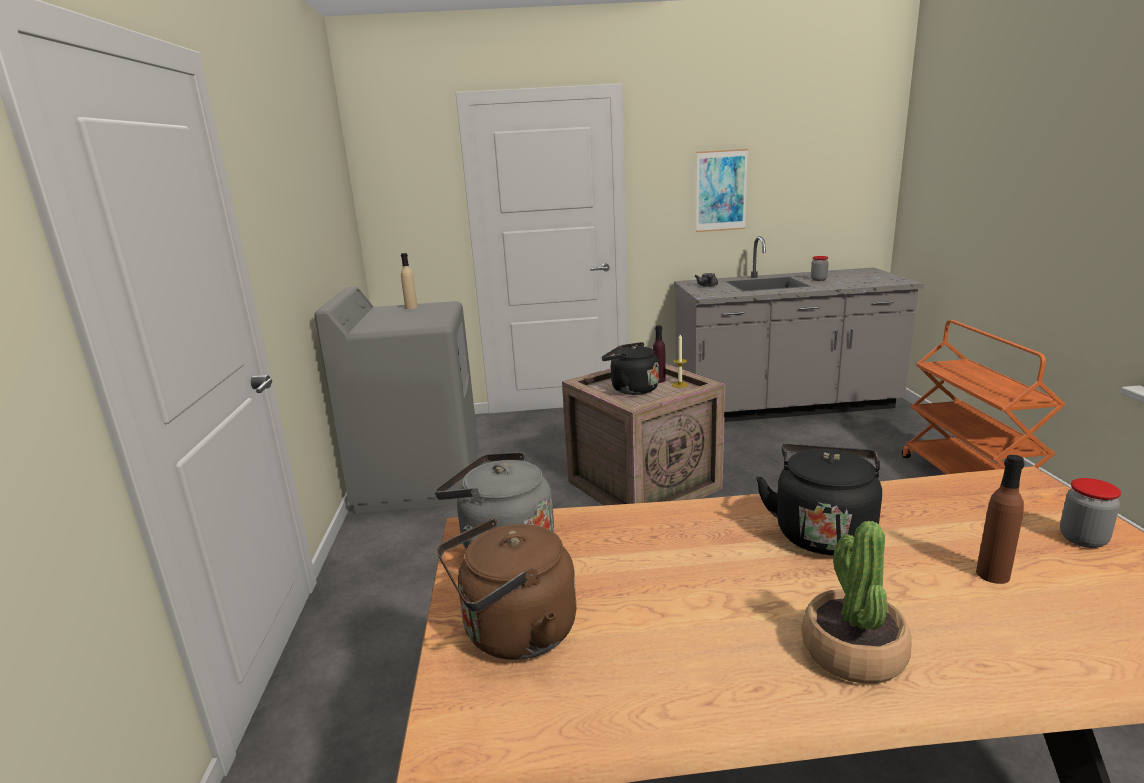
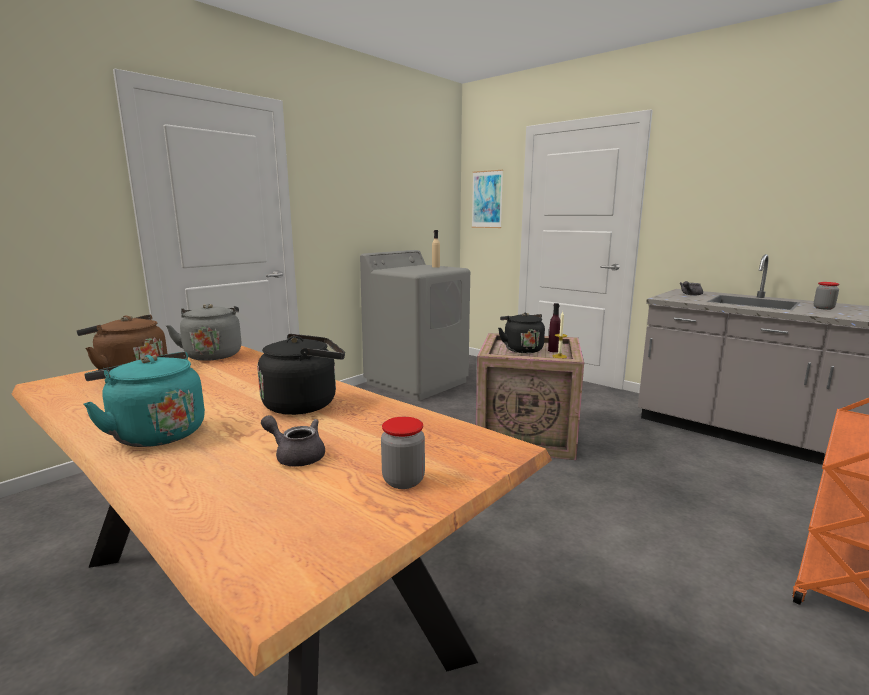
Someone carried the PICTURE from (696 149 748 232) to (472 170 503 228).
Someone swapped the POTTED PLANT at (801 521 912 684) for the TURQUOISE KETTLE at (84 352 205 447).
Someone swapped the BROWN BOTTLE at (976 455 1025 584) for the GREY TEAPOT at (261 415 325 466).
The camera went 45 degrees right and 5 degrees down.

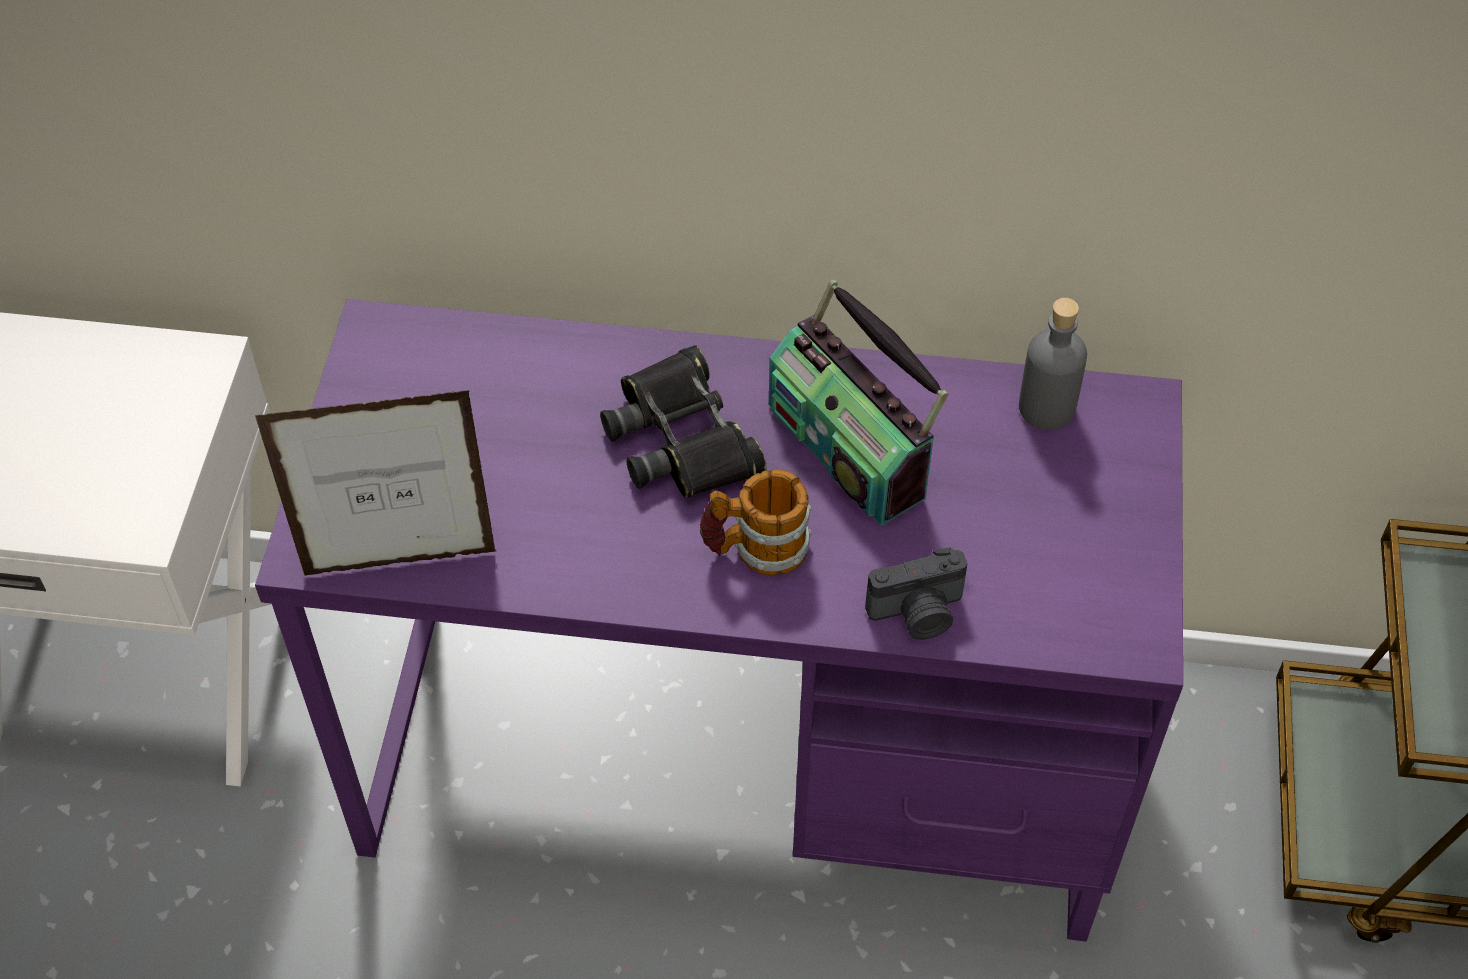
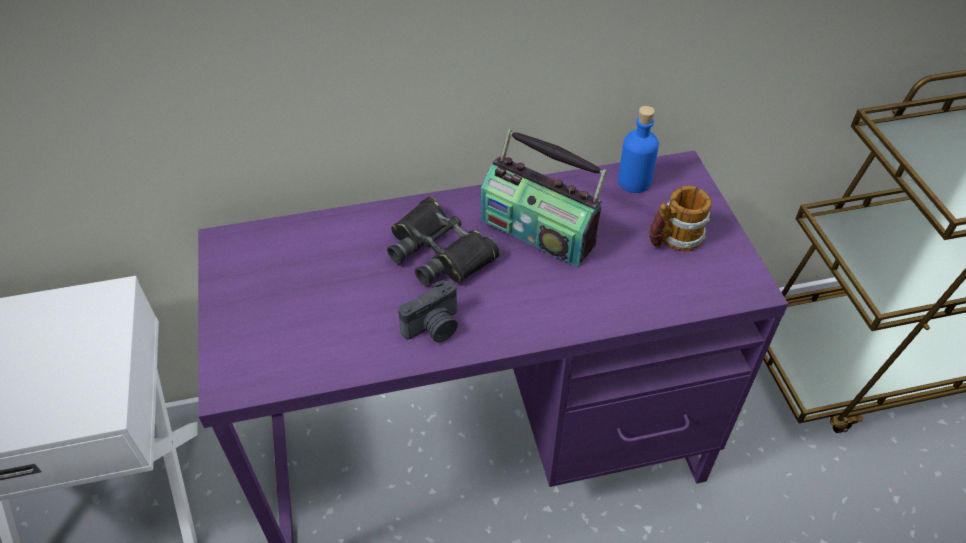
Someone took away the PICTURE FRAME at (255 390 497 576).
Someone carried the MUG from (700 469 812 575) to (649 186 712 252).
Someone carried the PHOTO CAMERA from (865 547 968 640) to (398 280 458 342).
Someone repainted the GREY BOTTLE at (1019 298 1087 430), which became the BLUE BOTTLE at (618 106 659 193).
The camera went 20 degrees left and 5 degrees down.

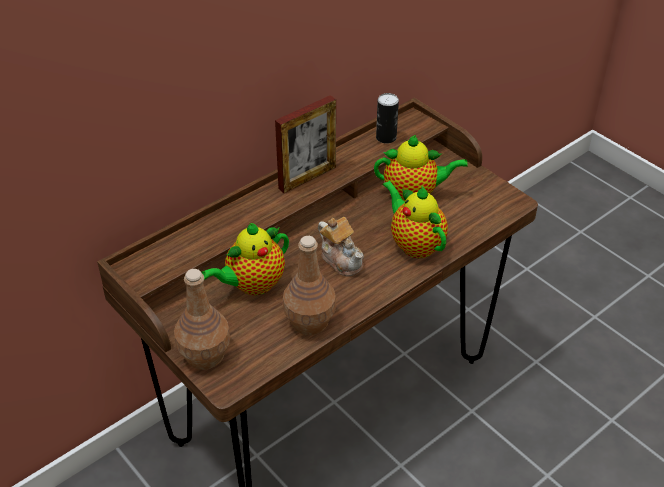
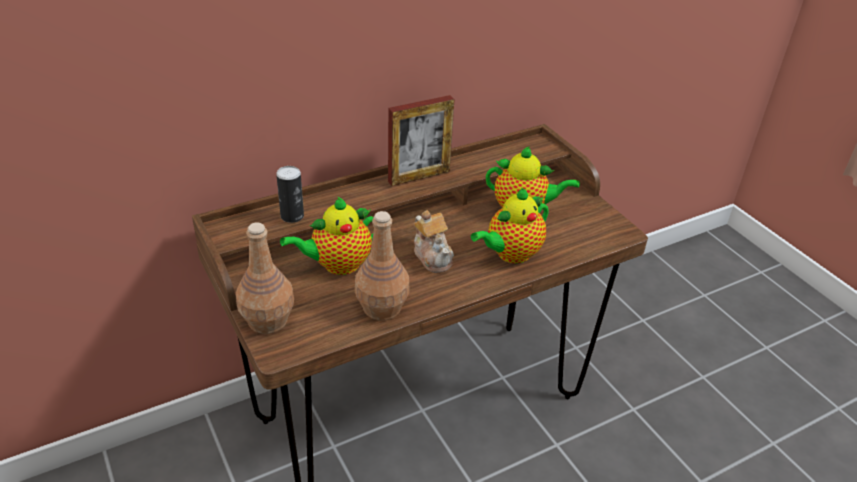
Someone carried the CAN from (376 93 399 144) to (276 166 304 223).
Someone rotated the TEAPOT at (382 180 448 258) by 105 degrees counterclockwise.
The camera went 10 degrees right and 5 degrees down.

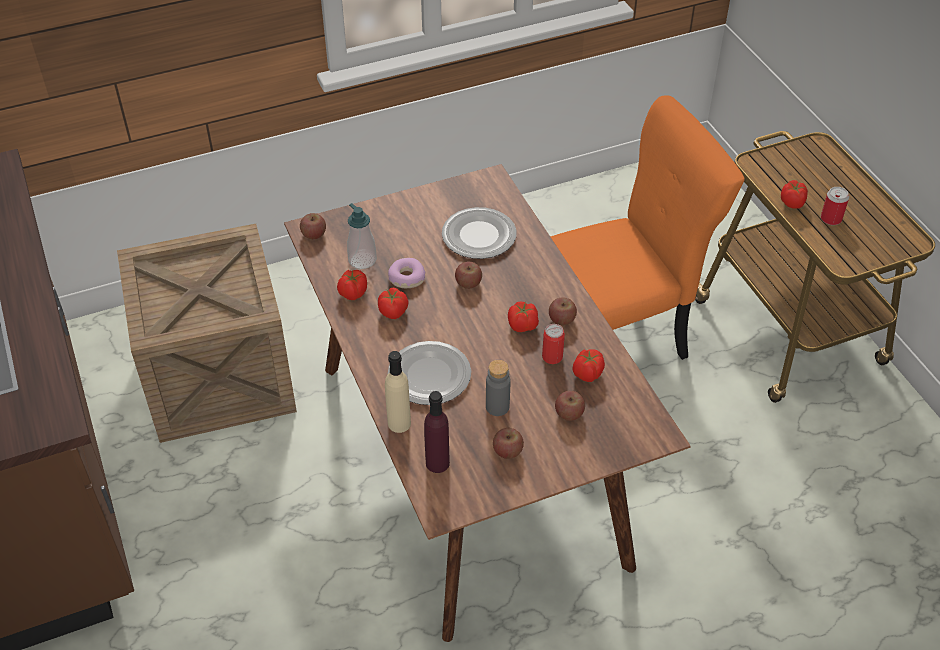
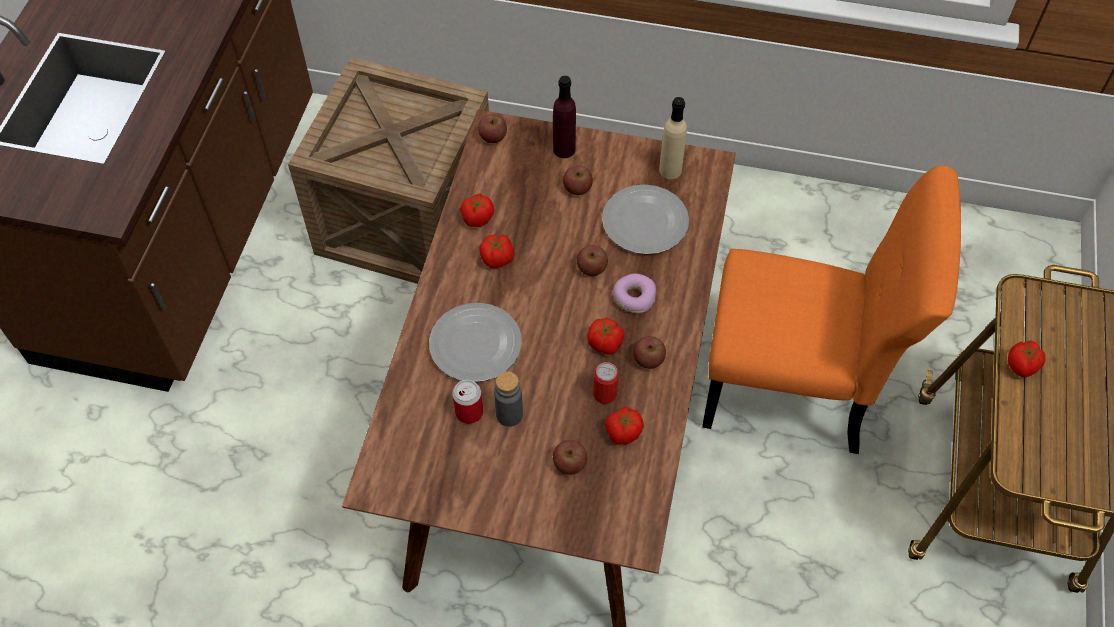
Someone took away the SOAP DISPENSER at (347 203 377 269).
Someone carried the BEIGE BOTTLE from (385 351 411 433) to (659 97 687 179).
Someone carried the DONUT from (388 258 425 288) to (613 274 656 313).
Someone carried the PURPLE BOTTLE from (424 391 450 473) to (553 76 576 158).
Someone carried the APPLE from (493 428 524 459) to (563 165 593 195).
Someone carried the CAN from (821 187 849 225) to (452 380 483 424).
The camera went 35 degrees right and 10 degrees up.

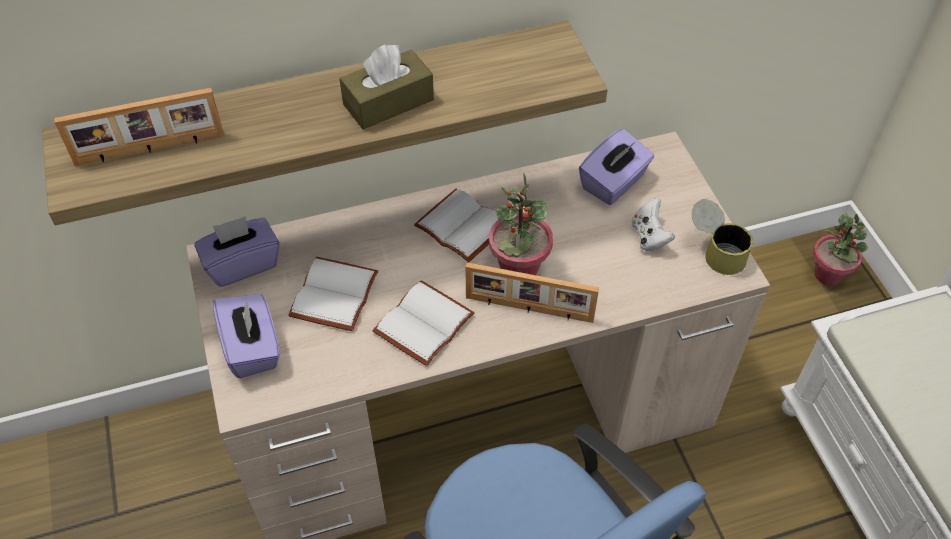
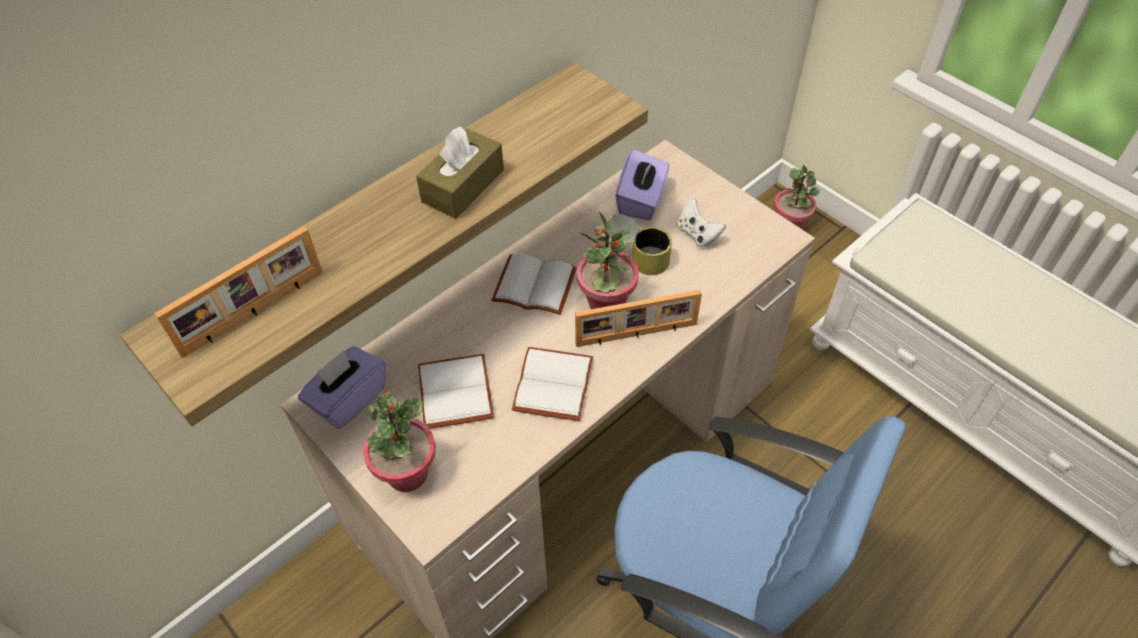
Someone swapped the PURPLE TISSUE BOX at (213 294 280 378) for the POTTED PLANT at (363 391 436 492).
Someone carried the CAN from (692 199 753 275) to (610 214 672 275).
The camera went 25 degrees left and 0 degrees up.

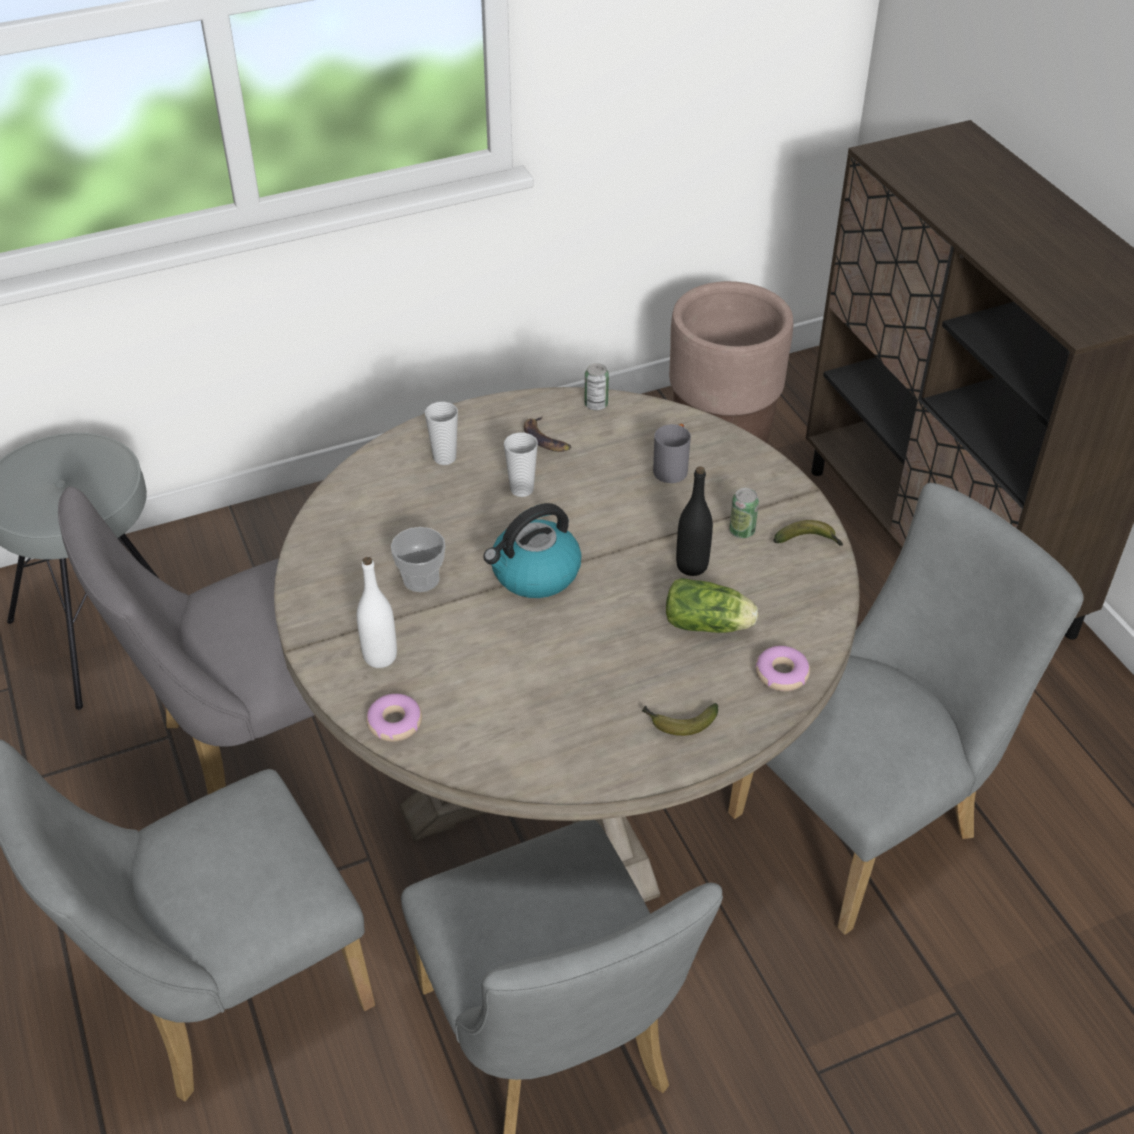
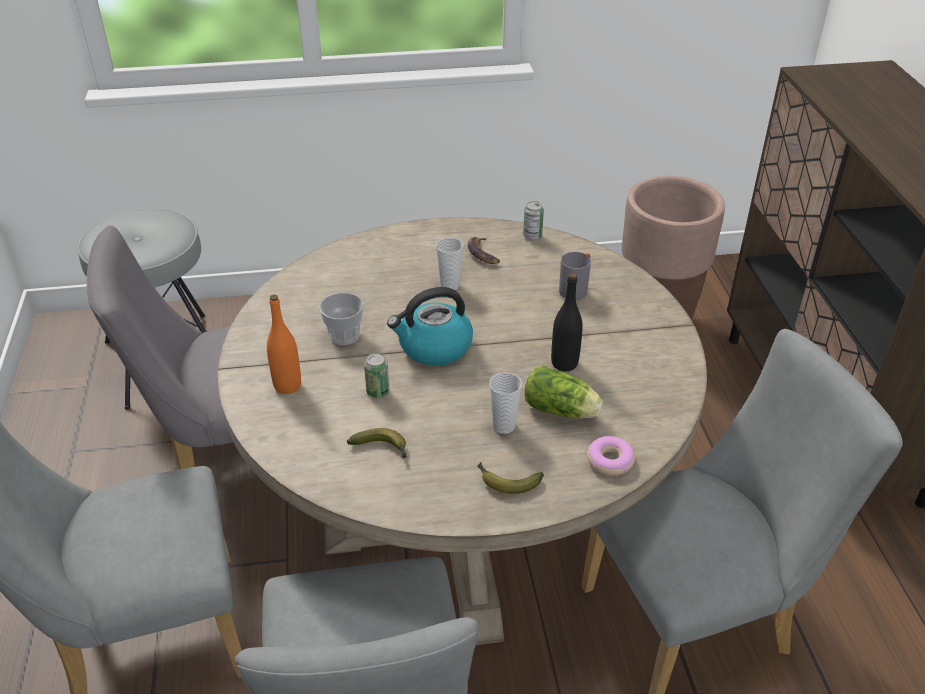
Someone repainted the WHITE BOTTLE at (357 557 397 668), which became the ORANGE BOTTLE at (267 295 301 394).
Someone took away the DONUT at (366 694 422 742).
Someone carried the CUP from (425 401 458 465) to (489 372 522 434).
Someone carried the CAN from (729 488 759 538) to (364 353 390 398).
Someone carried the BANANA from (773 520 843 546) to (347 428 407 458).
The camera went 15 degrees right and 5 degrees down.

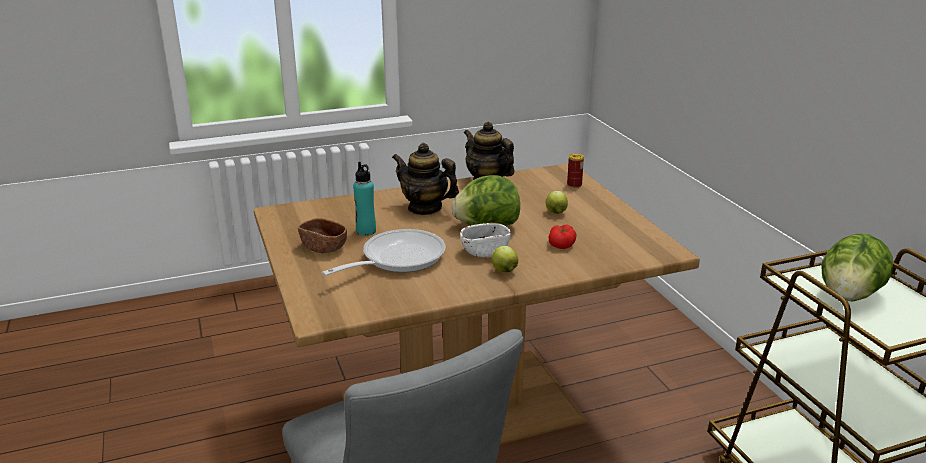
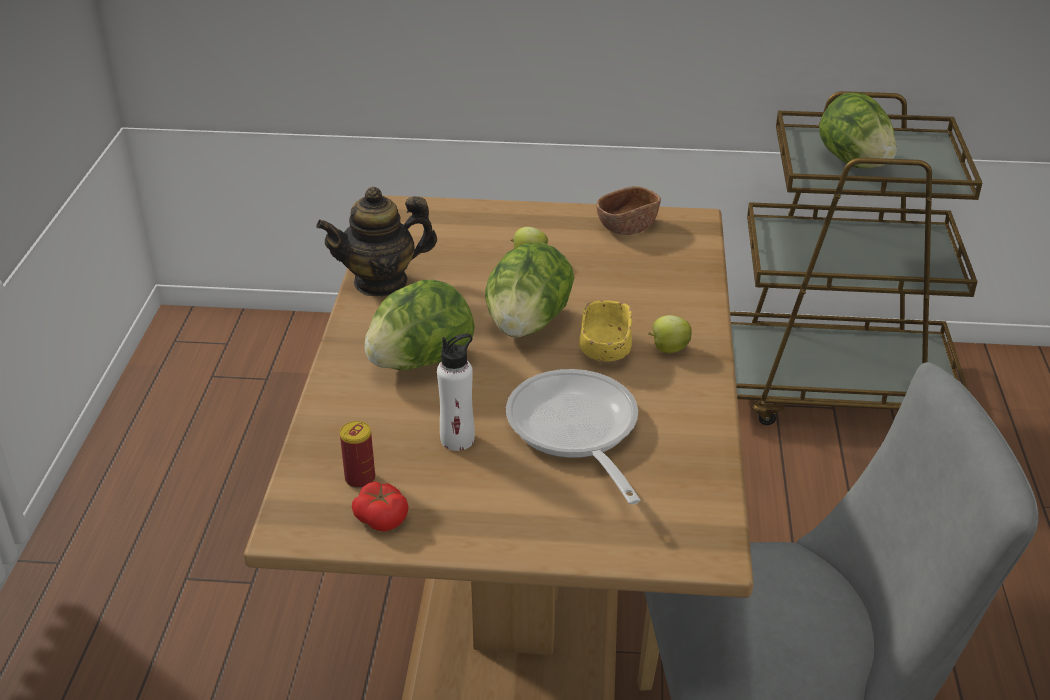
Someone carried the BROWN BOWL from (298 218 347 253) to (596 186 661 235).
Someone repainted the TURQUOISE BOTTLE at (353 162 376 236), which became the WHITE BOTTLE at (437 334 475 451).
Someone swapped the TEAPOT at (392 143 459 215) for the LETTUCE at (364 280 475 370).
Someone repainted the WHITE BOWL at (460 223 511 257), which became the YELLOW BOWL at (579 300 632 362).
Someone carried the TOMATO from (548 225 577 249) to (352 481 409 532).
Someone carried the CAN from (567 154 584 188) to (340 421 375 489).
The camera went 65 degrees left and 10 degrees up.

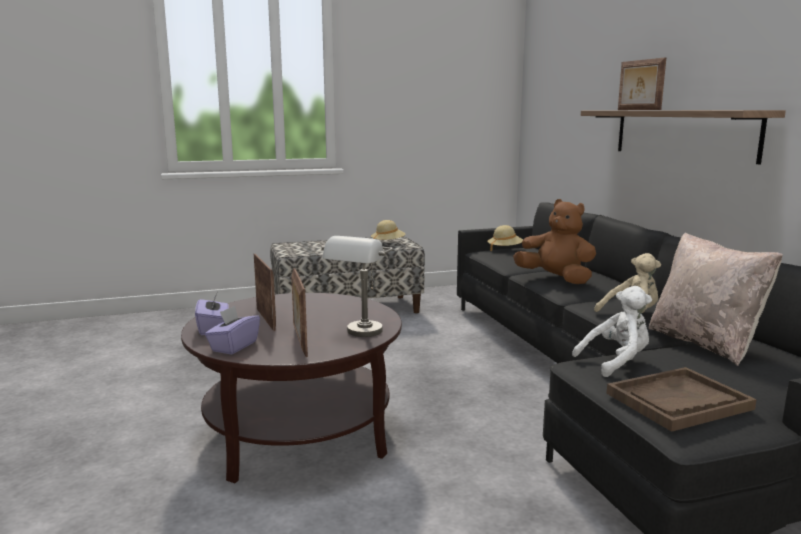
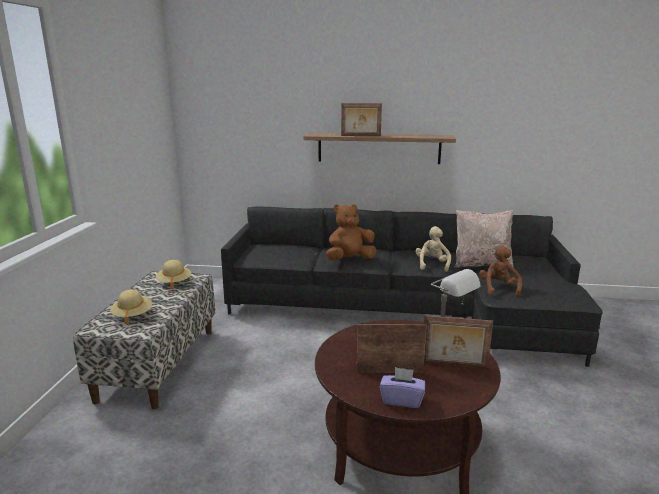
Someone took away the PURPLE TISSUE BOX at (205 306 260 355).
Someone carried the BEIGE HAT from (487 225 523 252) to (110 290 152 325).
Someone repainted the WHITE PLUSH TOY at (572 286 652 377), which became the BROWN PLUSH TOY at (479 246 522 297).
Someone took away the BROWN TRAY at (606 367 757 432).
The camera went 65 degrees left and 5 degrees up.

